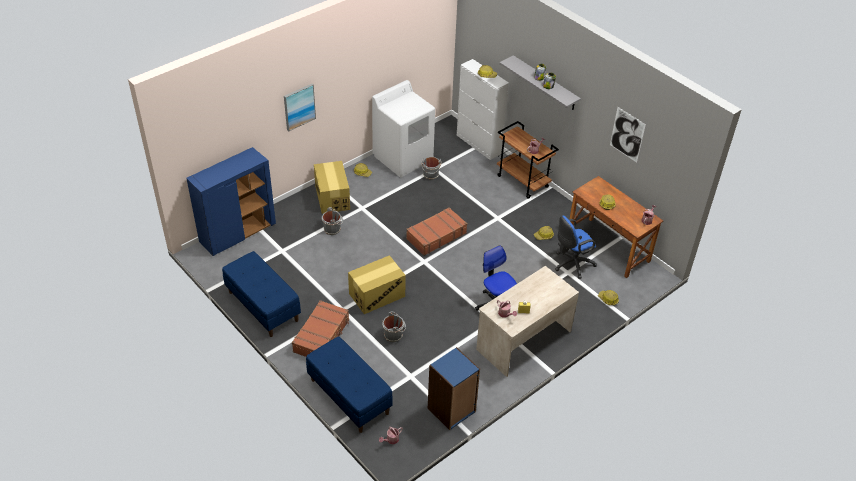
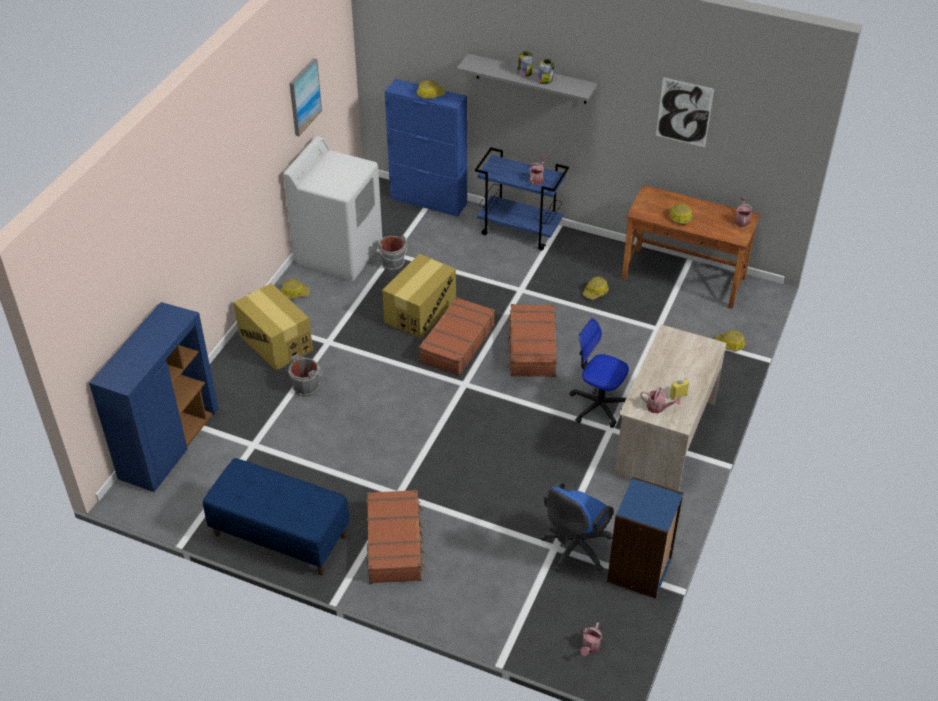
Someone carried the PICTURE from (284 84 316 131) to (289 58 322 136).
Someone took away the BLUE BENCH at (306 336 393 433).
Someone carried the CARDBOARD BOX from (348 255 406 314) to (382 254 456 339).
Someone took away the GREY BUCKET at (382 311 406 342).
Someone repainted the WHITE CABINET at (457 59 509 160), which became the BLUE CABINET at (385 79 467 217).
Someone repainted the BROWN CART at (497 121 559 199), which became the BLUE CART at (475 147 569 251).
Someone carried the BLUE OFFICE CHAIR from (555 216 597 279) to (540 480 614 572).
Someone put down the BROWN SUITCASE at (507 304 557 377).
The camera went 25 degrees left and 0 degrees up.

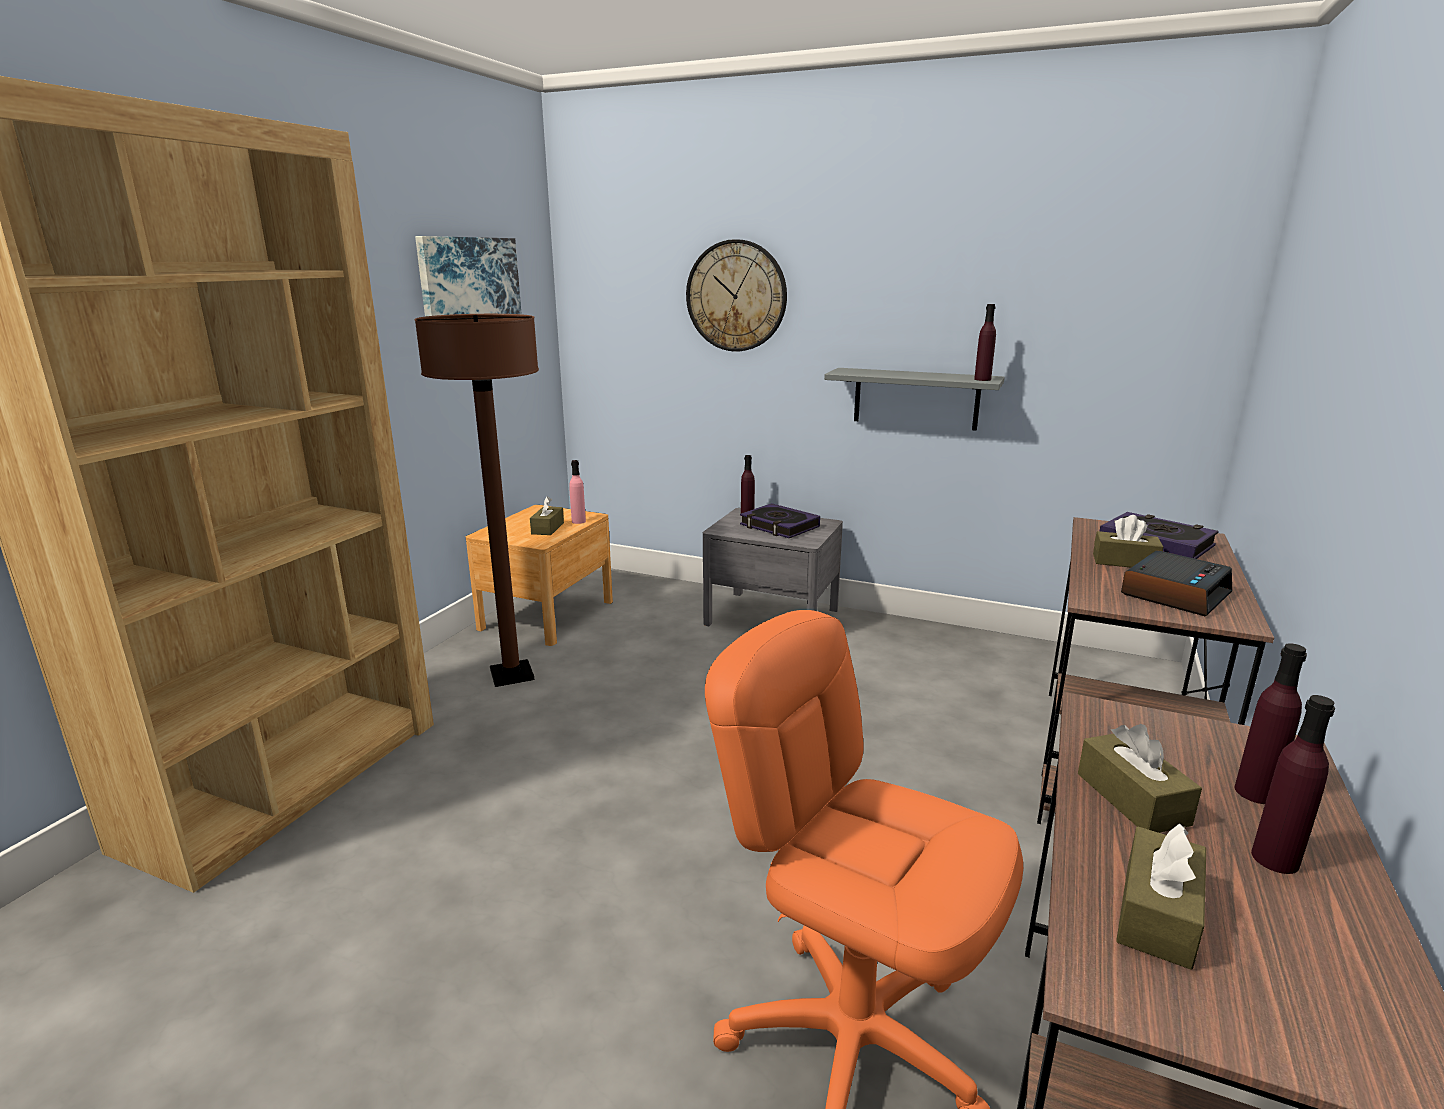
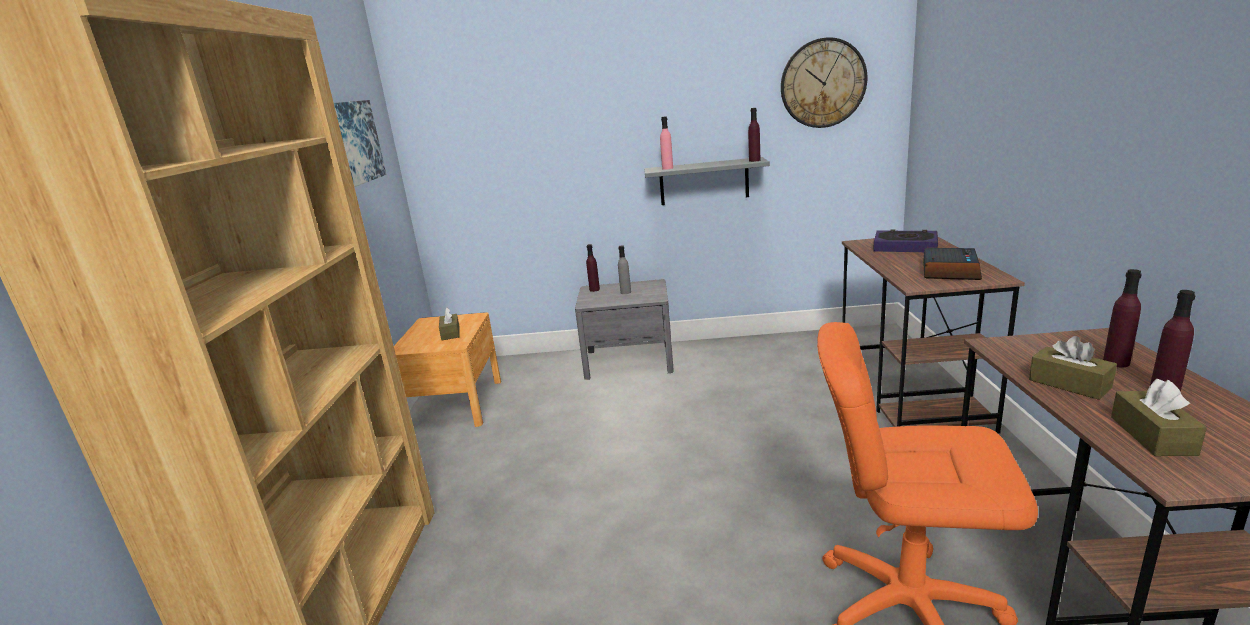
Someone took away the BROWN FLOOR LAMP at (415 314 539 687).
Someone carried the PINK BOTTLE from (569 460 586 524) to (660 116 673 170).
Someone carried the WALL CLOCK from (686 239 787 352) to (781 37 868 128).
Someone swapped the BOOK at (740 503 820 538) for the GREY BOTTLE at (618 246 631 294).
Someone took away the BROWN TISSUE BOX at (1093 515 1163 568).
The camera went 20 degrees left and 0 degrees up.

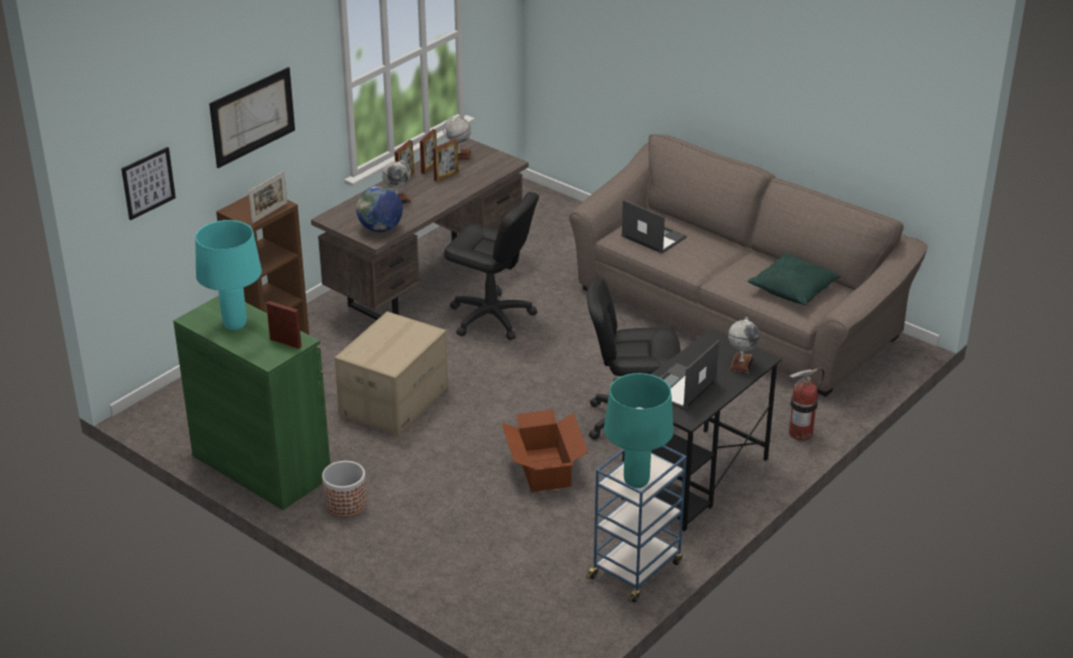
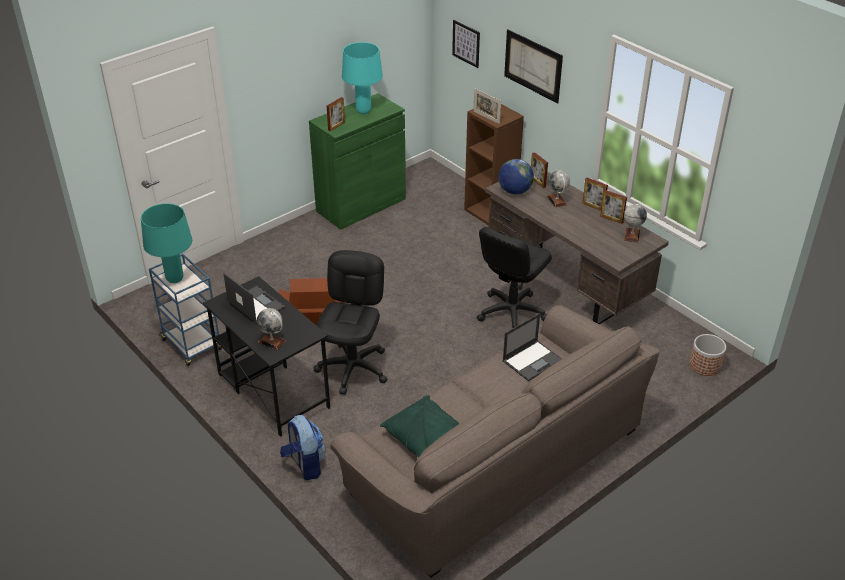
Someone carried the PLANTER from (322 461 367 517) to (690 334 726 376).
Someone took away the CARDBOARD BOX at (335 311 448 436).
Someone carried the PICTURE FRAME from (433 139 459 182) to (531 152 548 188).
Someone swapped the FIRE EXTINGUISHER at (789 368 825 441) for the BACKPACK at (280 415 326 480).
The camera went 100 degrees right and 5 degrees up.

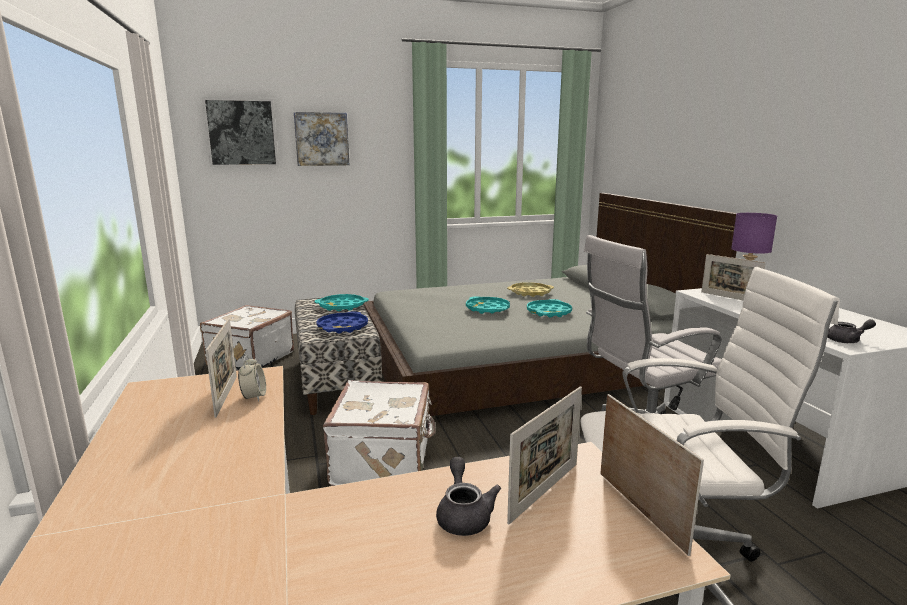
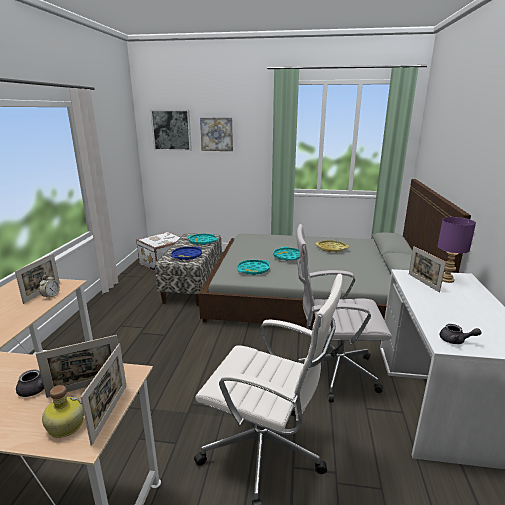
Someone took away the WHITE SUITCASE at (323 380 436 486).
Someone carried the TURQUOISE TRAY from (527 299 572 318) to (237 260 270 275).
Someone put down the BOTTLE at (42 385 84 438).
The camera went 25 degrees right and 5 degrees up.

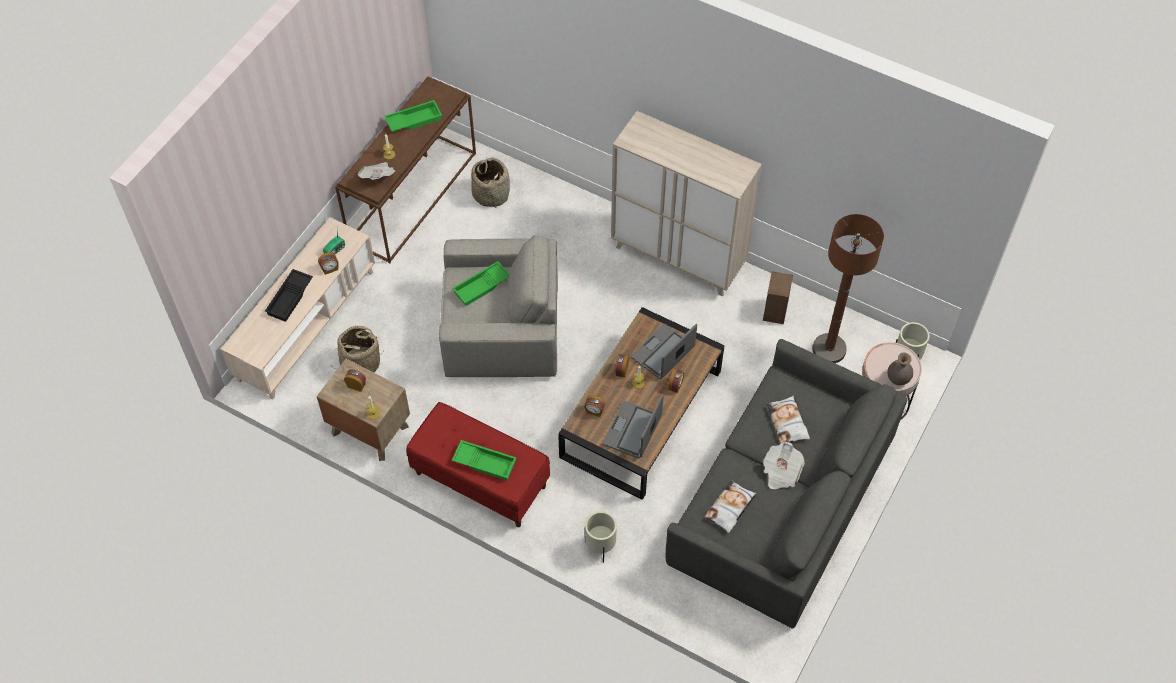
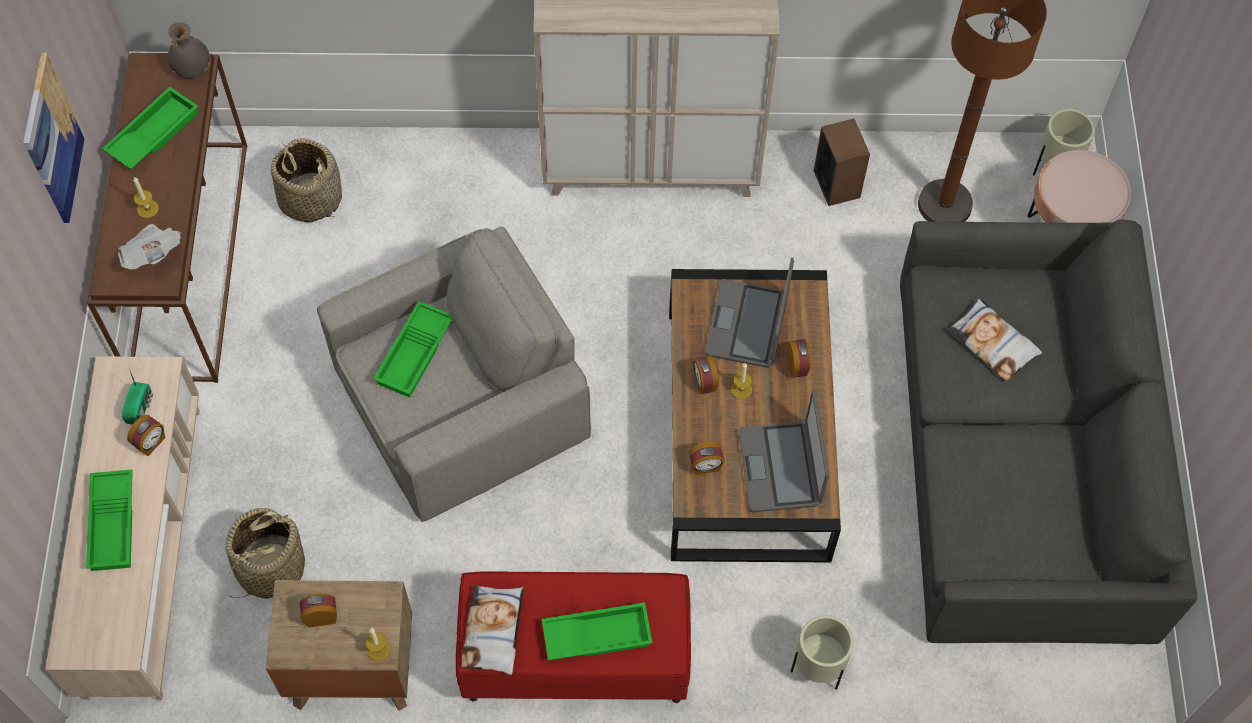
Someone repainted the BLACK TRAY at (265 269 313 322), which became the GREEN TRAY at (86 470 133 571).
Someone carried the PILLOW from (704 480 757 533) to (461 585 524 675).
Someone took away the NEWSPAPER at (763 442 805 489).
Someone carried the GREY VASE from (887 353 913 386) to (168 22 210 79).
Someone put up the PICTURE at (23 53 85 223).
The camera went 30 degrees left and 5 degrees up.

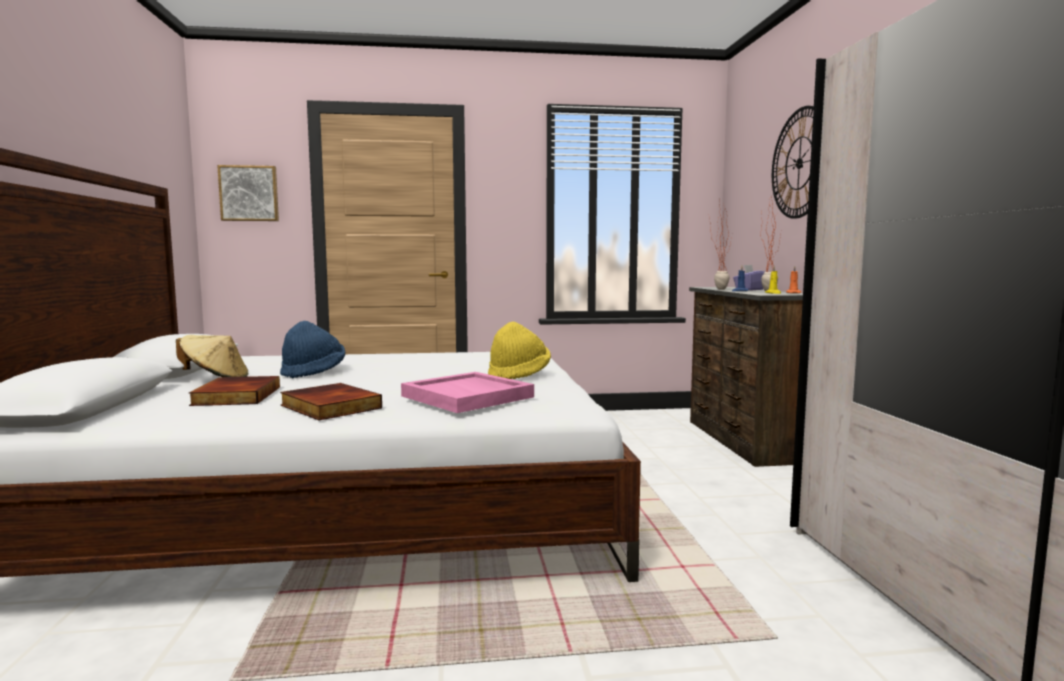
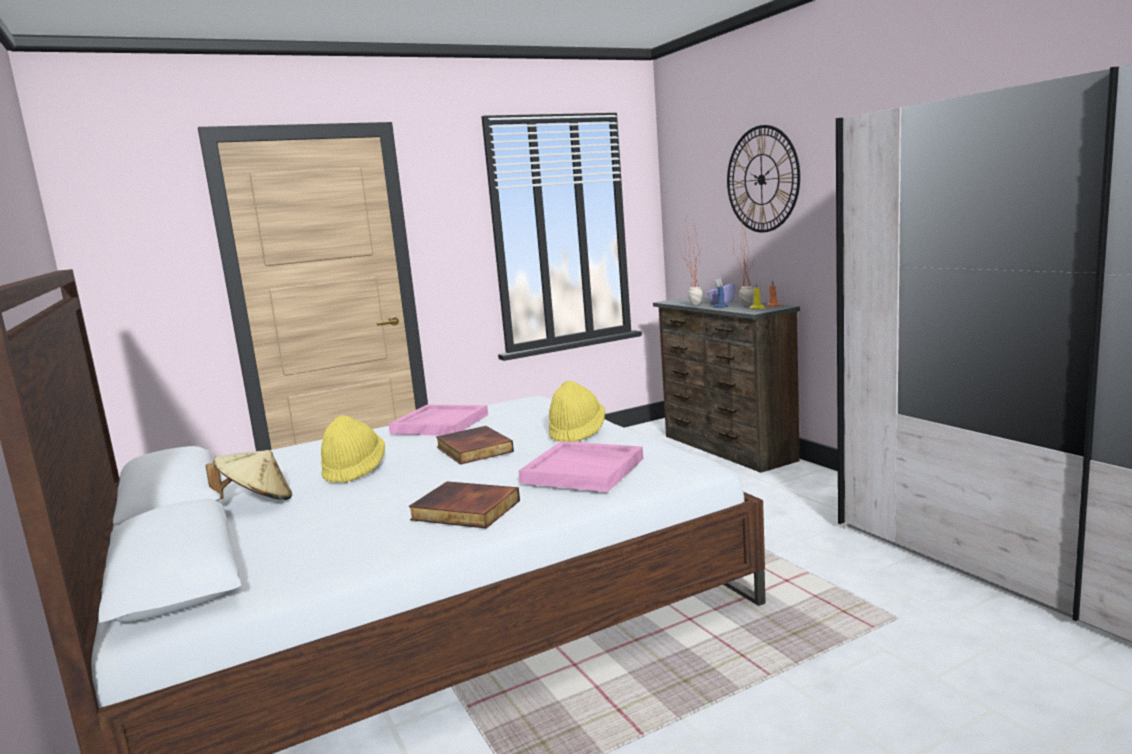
Someone carried the BOOK from (189 376 280 406) to (436 426 514 465).
Someone took away the PICTURE at (217 165 279 221).
Someone repainted the BLUE HAT at (280 321 345 378), which became the YELLOW HAT at (321 415 385 483).
Someone put down the PINK TRAY at (389 404 488 436).
The camera went 20 degrees left and 5 degrees up.

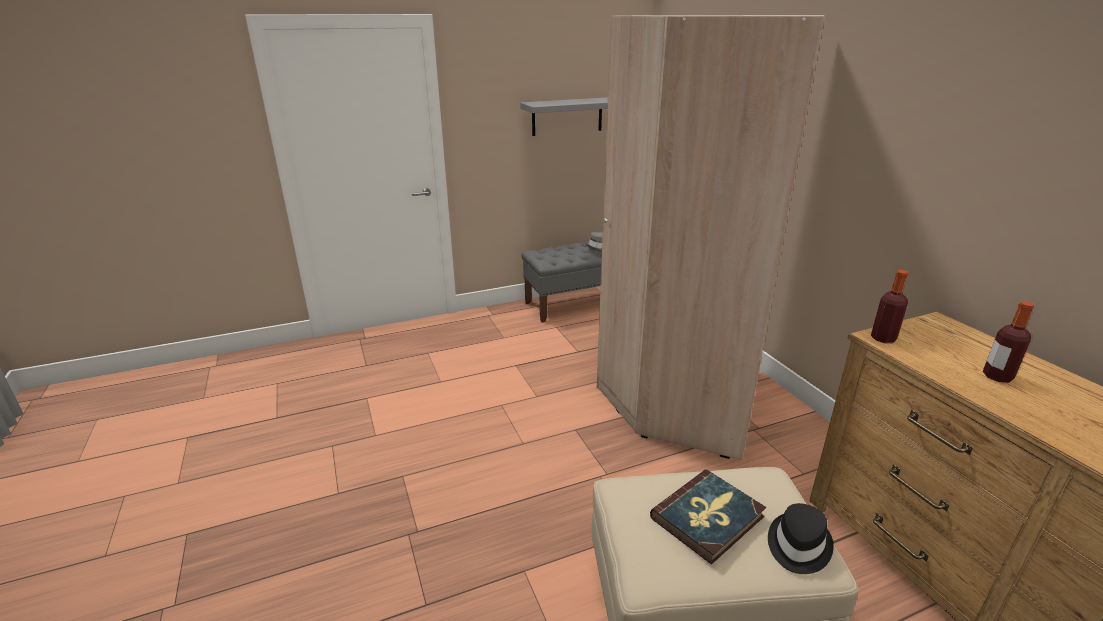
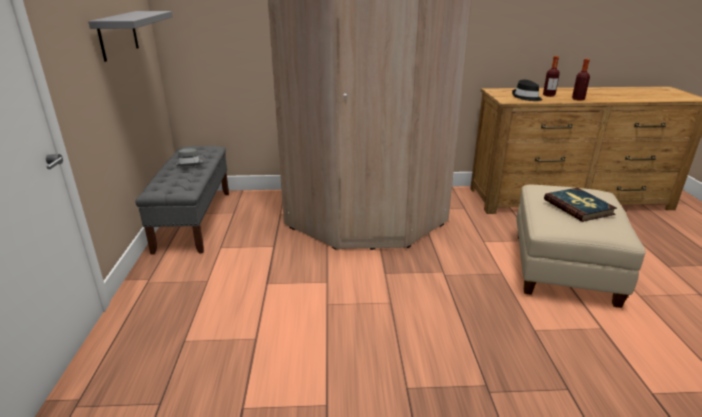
Someone carried the BLACK HAT from (768 503 834 574) to (512 80 543 101).
Someone carried the BOTTLE from (871 270 908 343) to (572 59 590 101).
The camera went 70 degrees left and 0 degrees up.

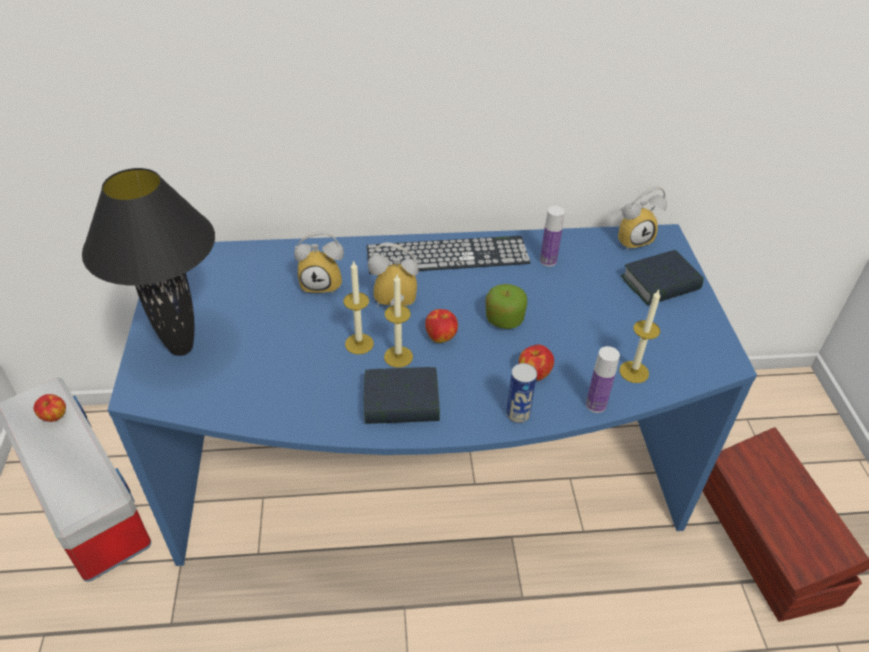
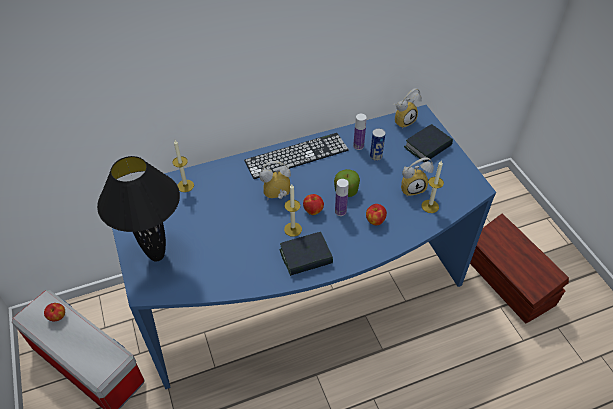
Someone carried the ALARM CLOCK from (294 231 344 294) to (401 157 434 196).
Someone carried the CANDLE from (343 260 374 354) to (173 140 194 192).
Someone carried the CAN from (506 363 537 423) to (370 128 386 161).
Someone carried the BOTTLE from (586 346 620 413) to (335 179 349 216).
The camera went 15 degrees left and 5 degrees up.

